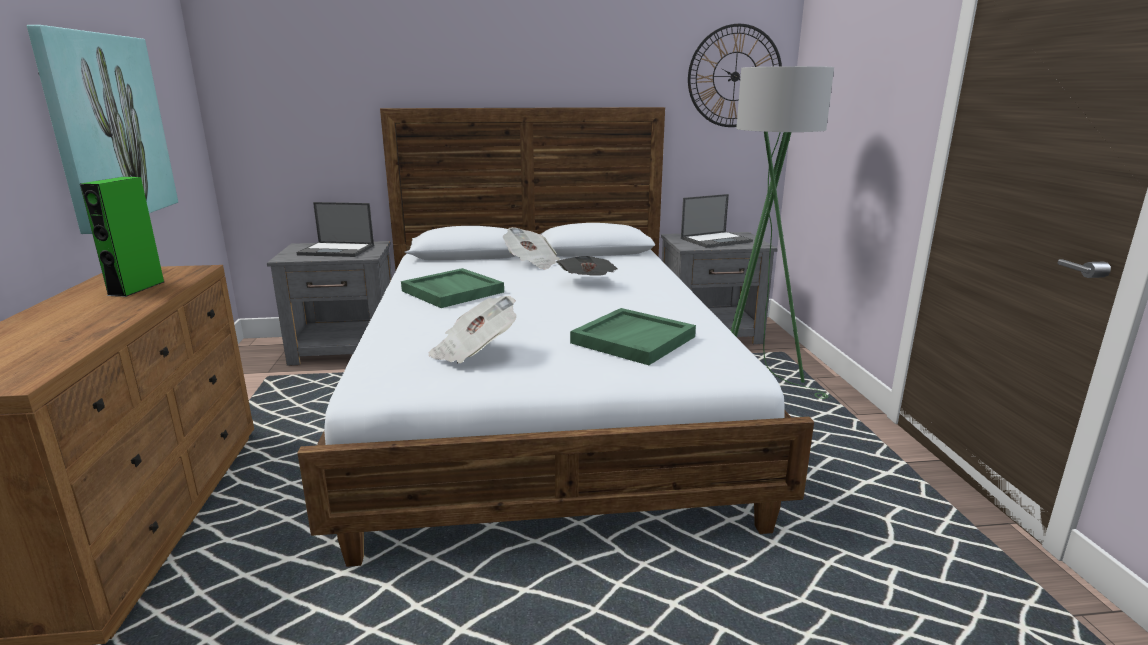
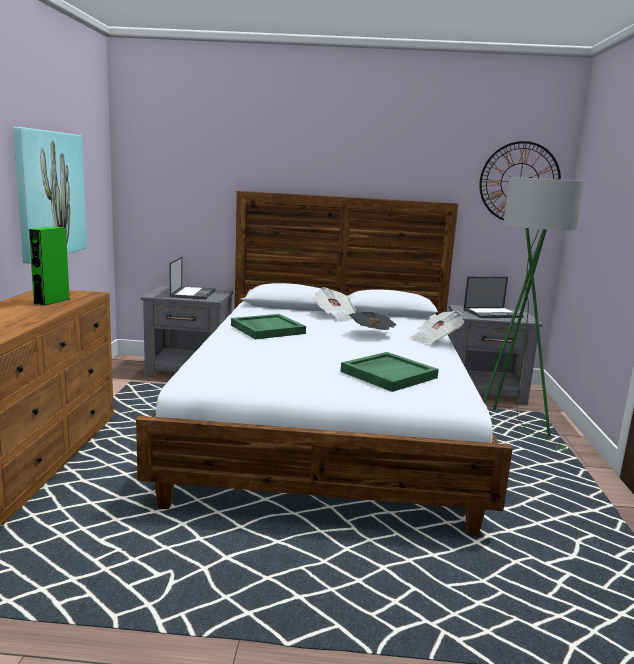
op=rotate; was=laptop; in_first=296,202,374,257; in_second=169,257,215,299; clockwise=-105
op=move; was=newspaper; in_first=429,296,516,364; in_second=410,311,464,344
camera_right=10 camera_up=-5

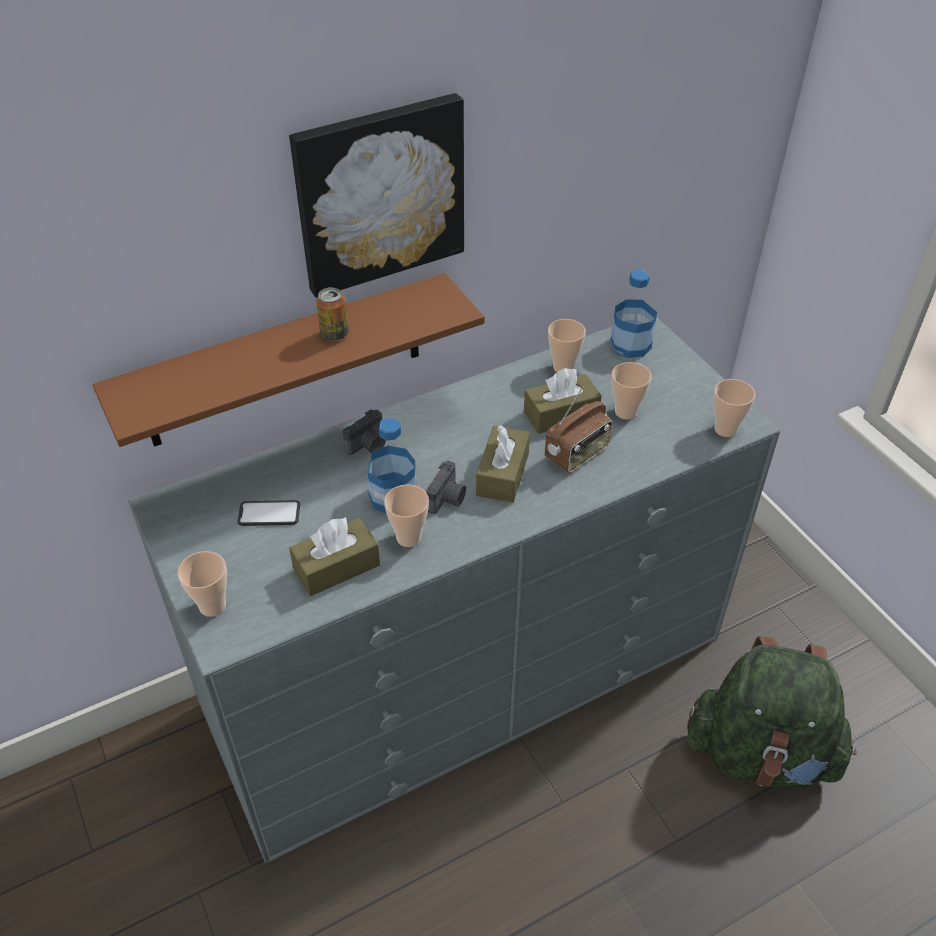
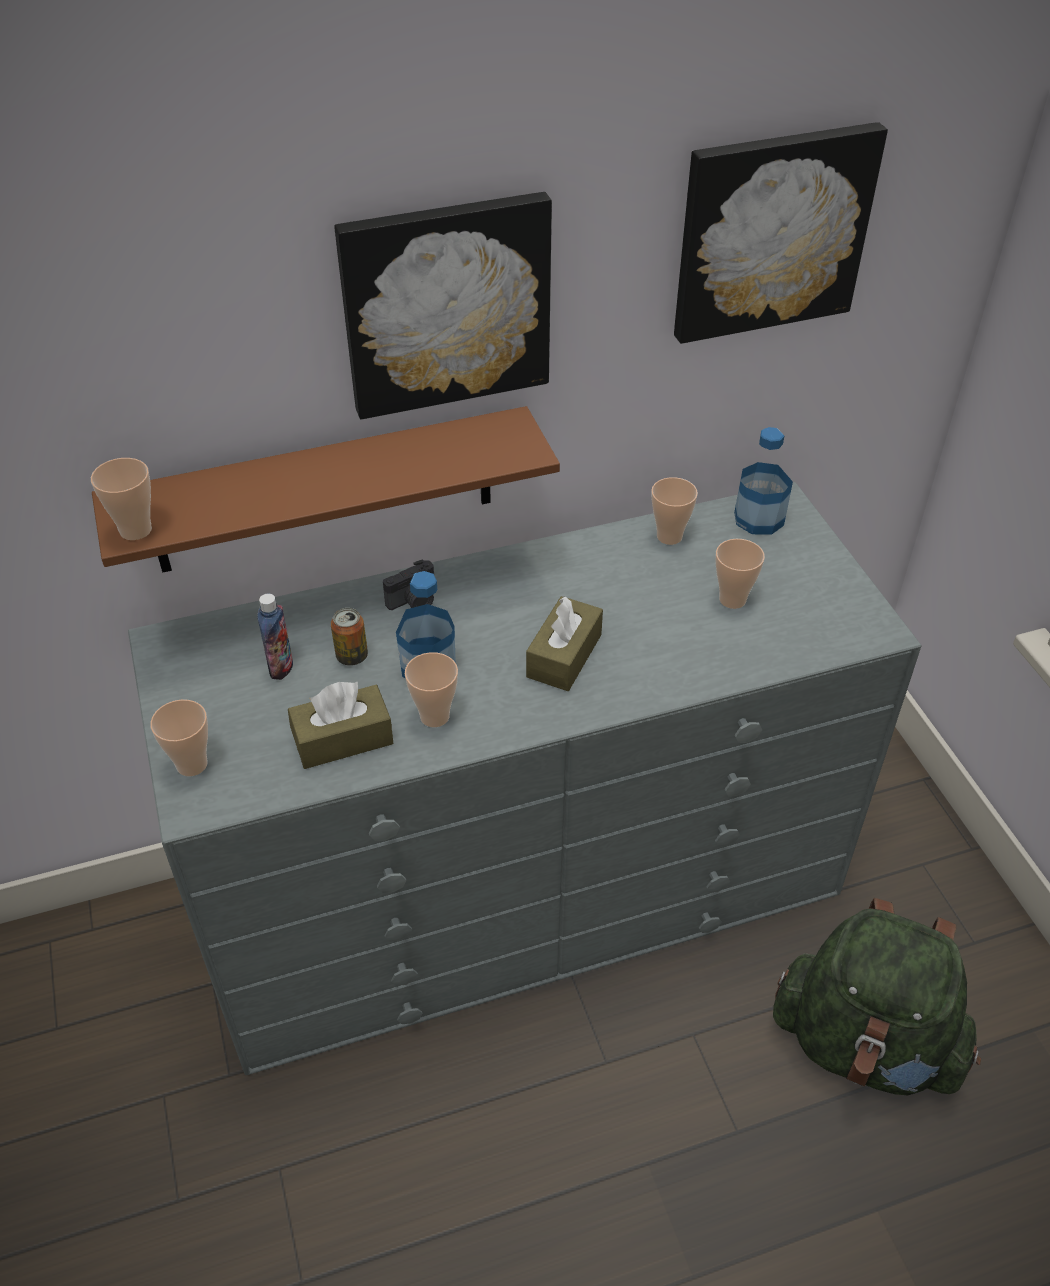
op=replace; was=phone; now=bottle; in_first=237,500,300,526; in_second=257,594,293,680
op=move; was=can; in_first=316,287,349,341; in_second=331,608,368,666
op=delete; was=photo camera; in_first=426,461,466,514
op=delete; was=tissue box (brown); in_first=524,368,602,434
op=delete; was=radio; in_first=545,386,613,473
op=move; was=cup; in_first=714,379,755,437; in_second=91,458,152,540
op=insert; now=picture; in_second=674,122,888,344
camera_right=10 camera_up=0

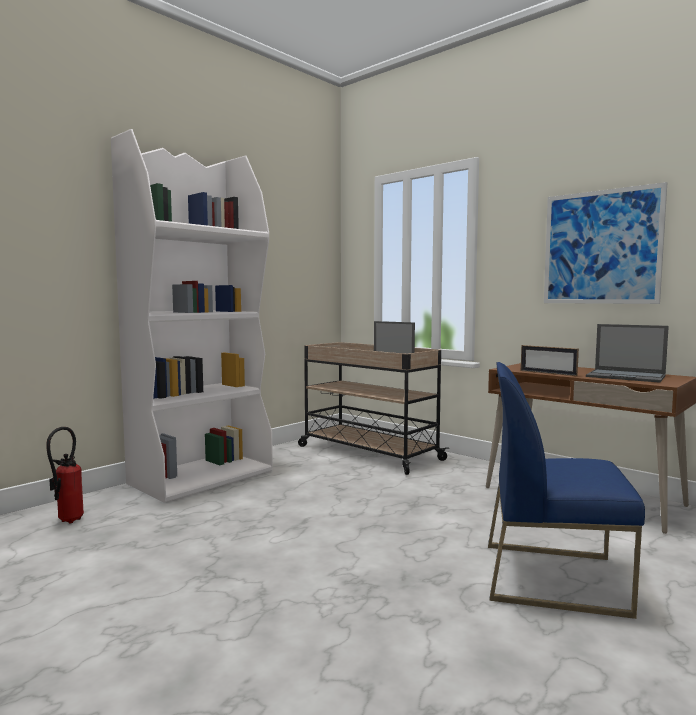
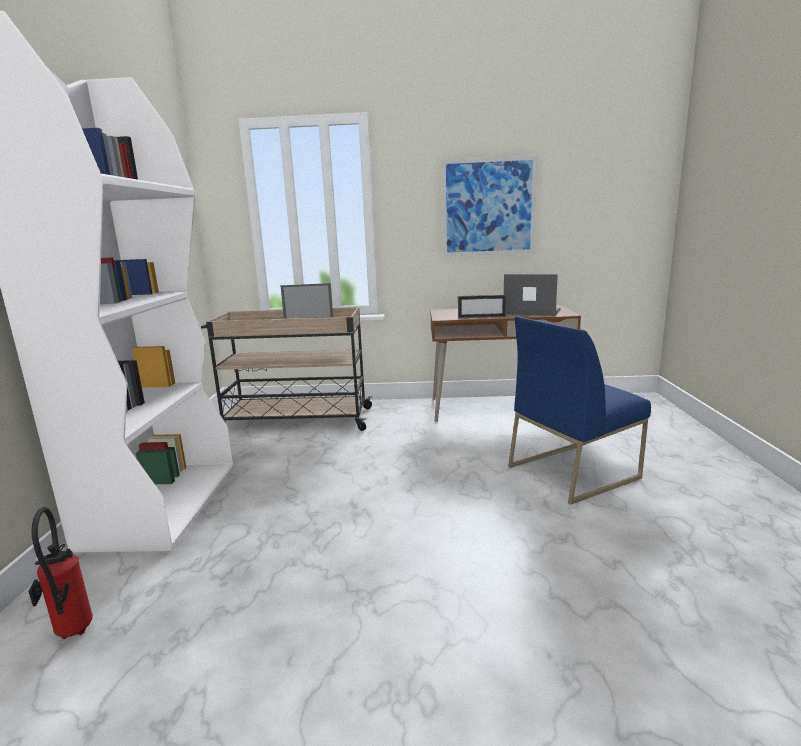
op=rotate; was=laptop; in_first=586,324,669,383; in_second=504,274,560,316; clockwise=-150
camera_right=-40 camera_up=10

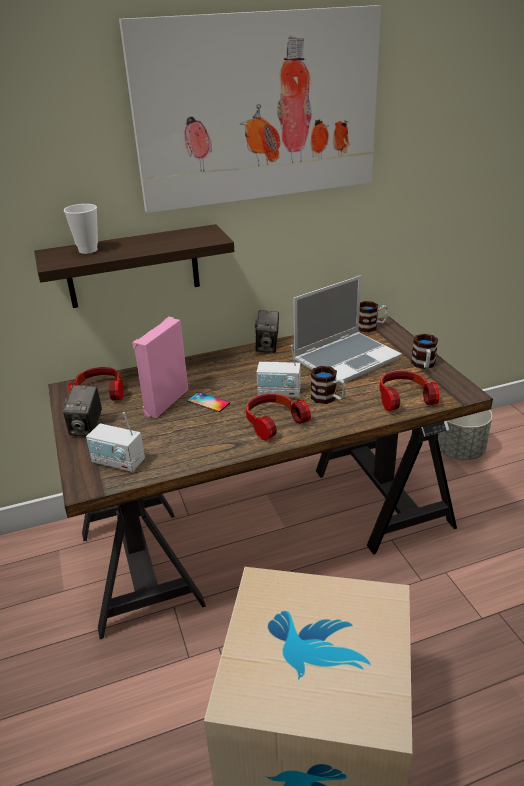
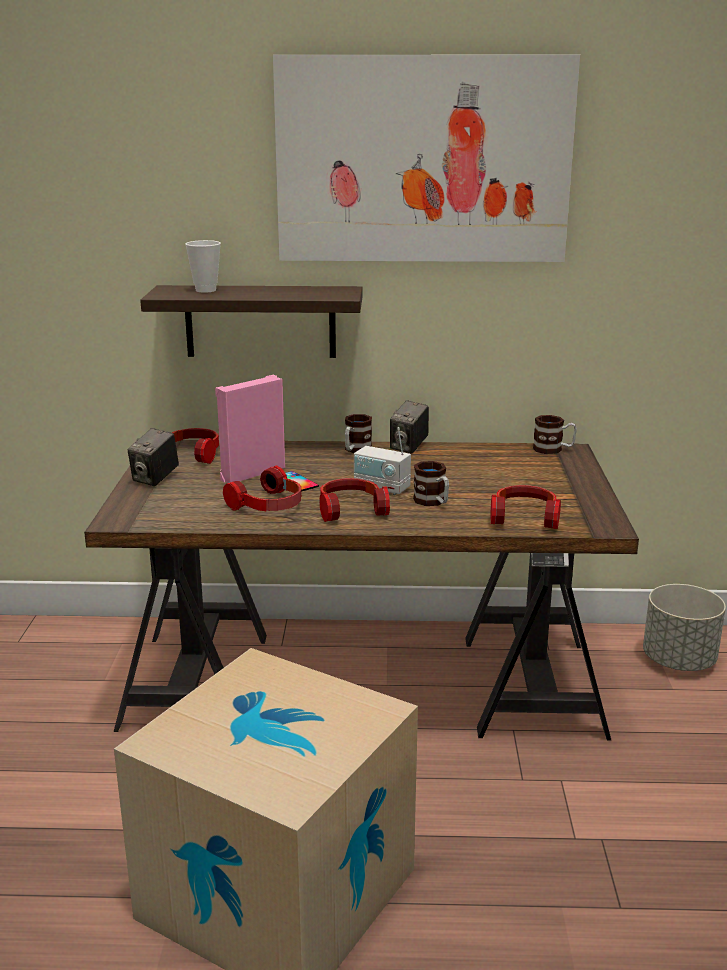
op=delete; was=radio; in_first=86,412,145,472
op=delete; was=laptop; in_first=294,275,402,386
op=move; was=mug; in_first=411,334,438,369; in_second=345,414,372,453
op=insert; now=headphones; in_second=223,465,301,511
camera_right=20 camera_up=-10

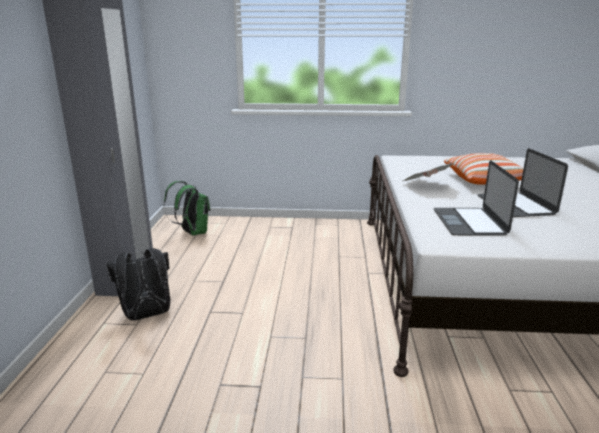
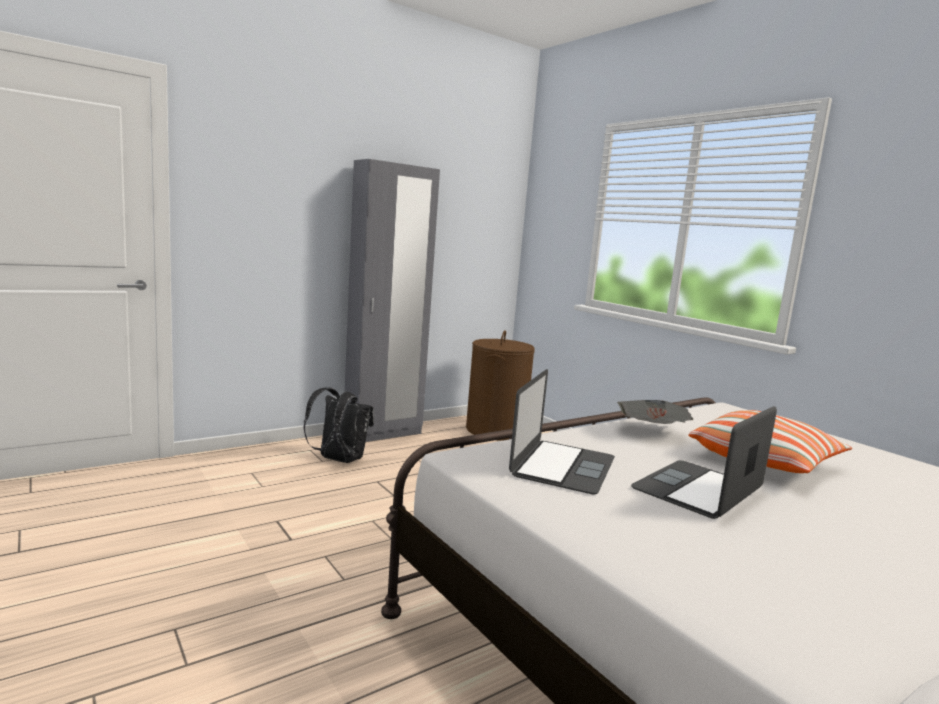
op=replace; was=backpack (green); now=laundry basket (brown); in_first=164,181,211,236; in_second=466,330,535,441
op=rotate; was=laptop; in_first=433,160,519,236; in_second=509,369,615,495; clockwise=150
camera_right=50 camera_up=-10

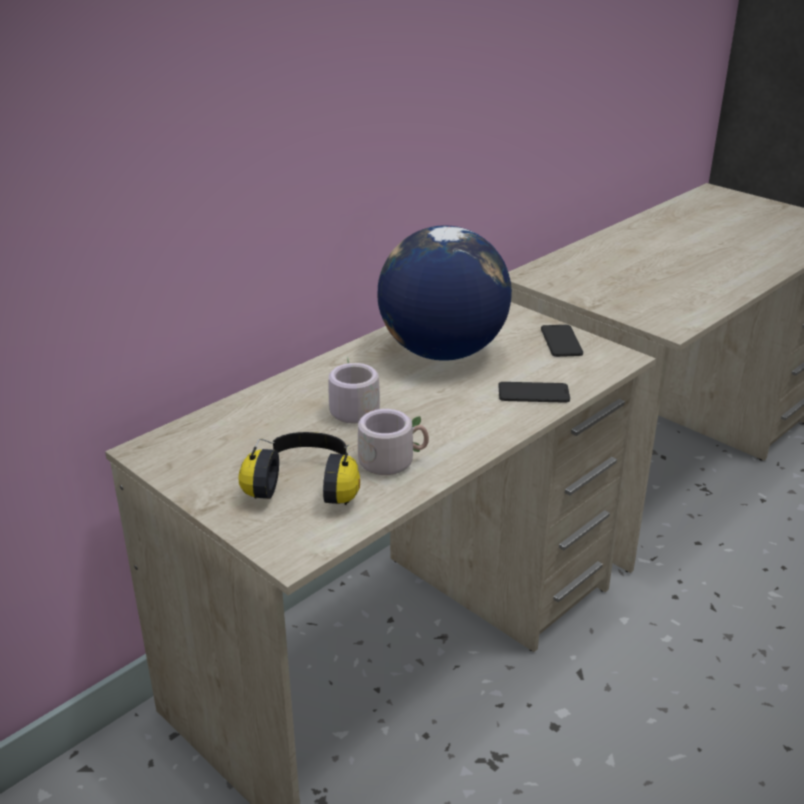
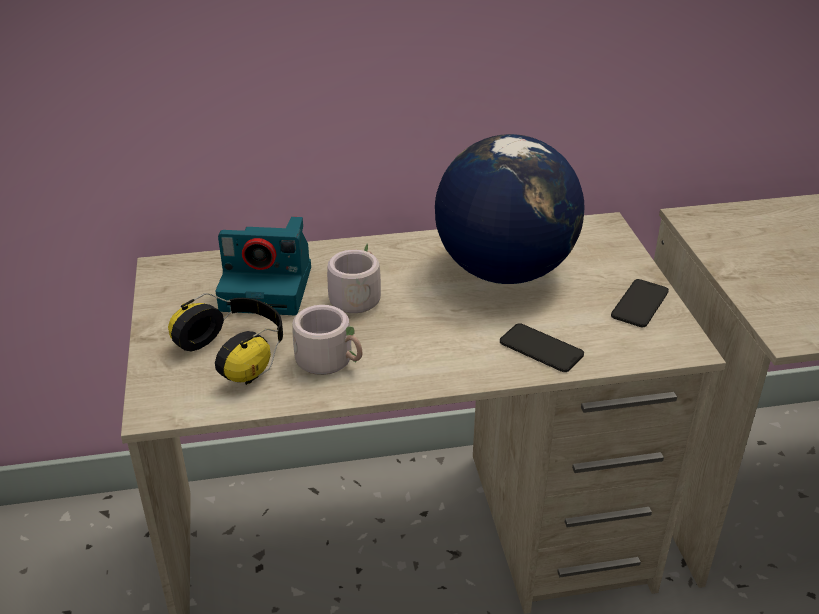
op=insert; now=photo camera; in_second=215,217,311,315
camera_right=35 camera_up=5

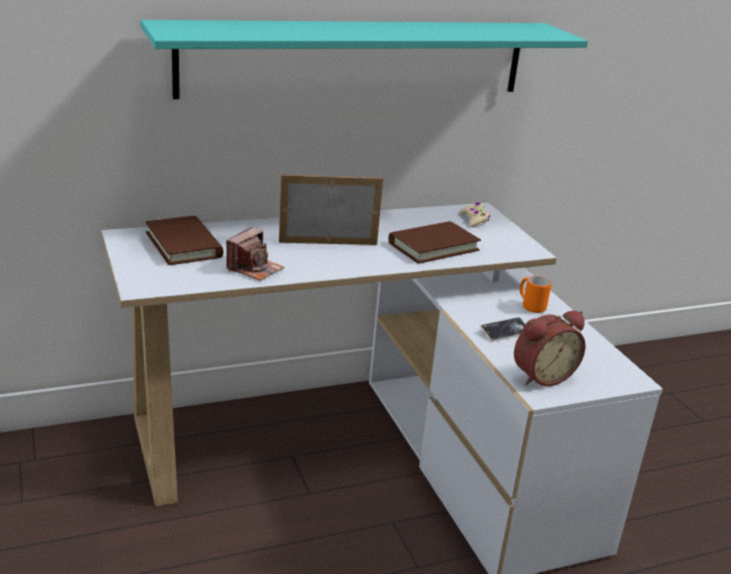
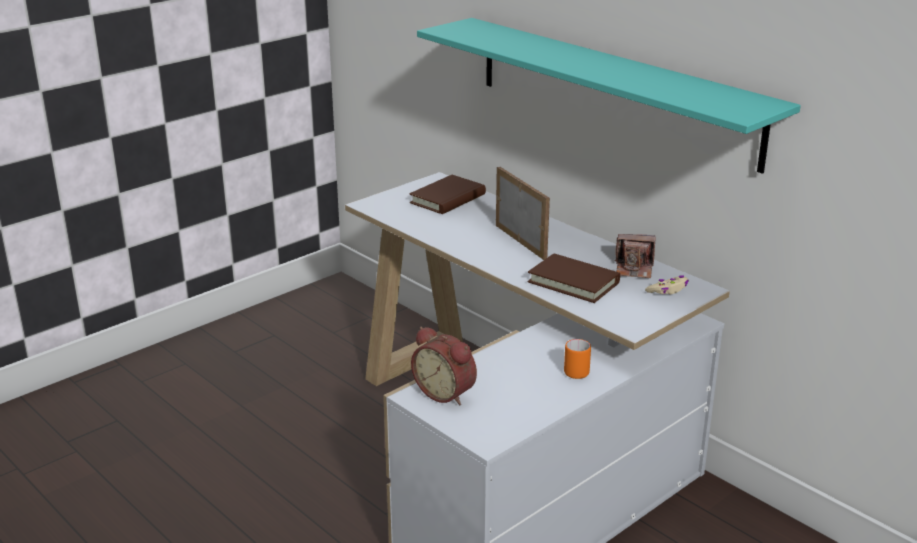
op=move; was=photo camera; in_first=226,227,284,281; in_second=615,234,656,278
op=delete; was=phone; in_first=480,317,525,342
camera_right=70 camera_up=0

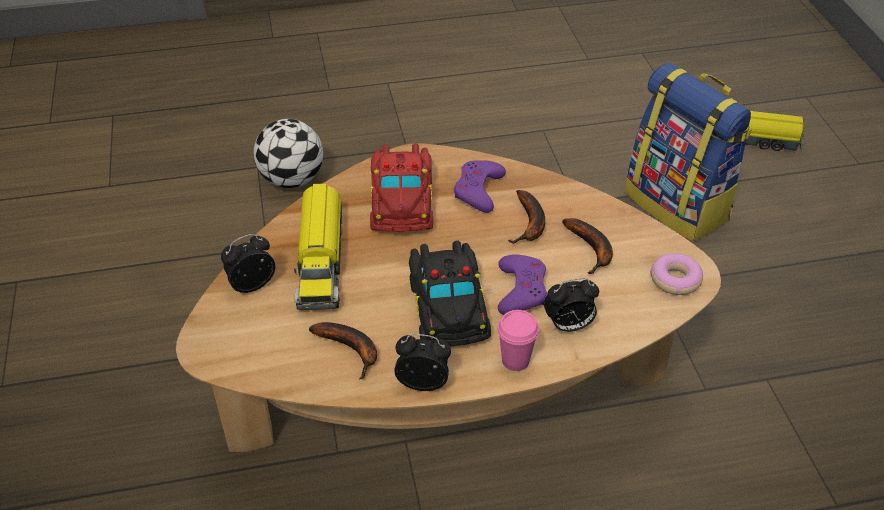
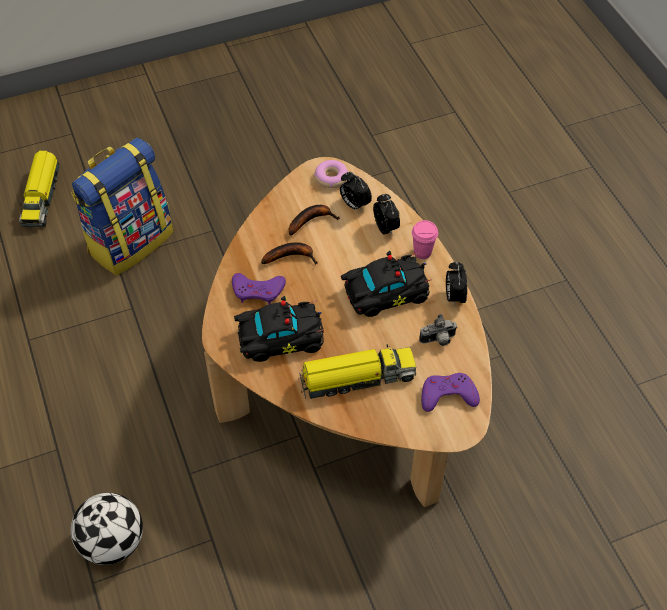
op=move; was=alarm clock; in_first=221,234,275,293; in_second=340,172,372,212
op=replace; was=banana; now=photo camera; in_first=309,322,377,379; in_second=419,314,457,346
op=recolor; was=toy car (red); now=toy car (black); in_first=370,143,433,232; in_second=234,296,324,362
op=move; was=game controller (purple); in_first=498,254,547,315; in_second=421,373,480,412
camera_right=-100 camera_up=10

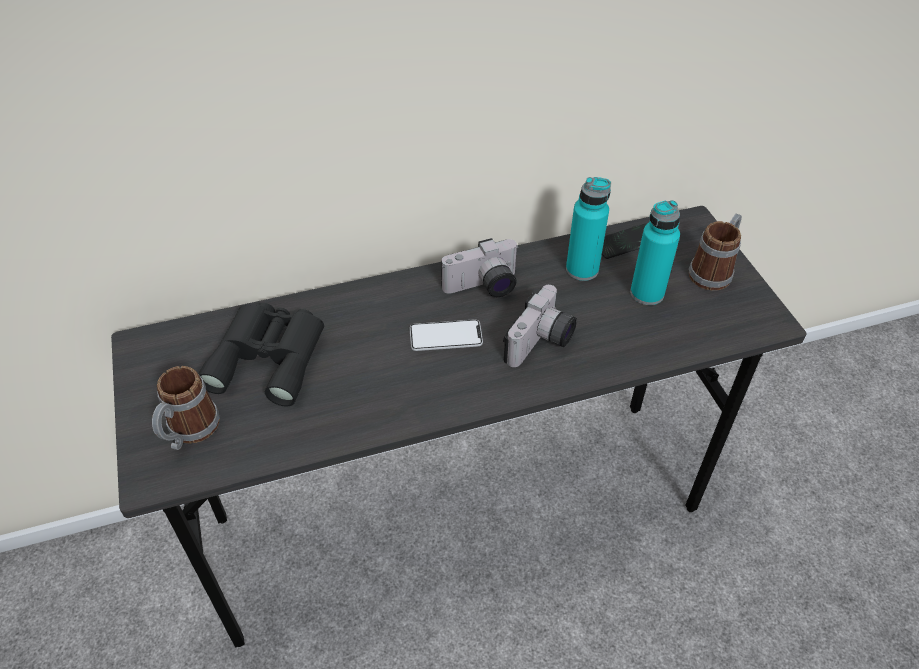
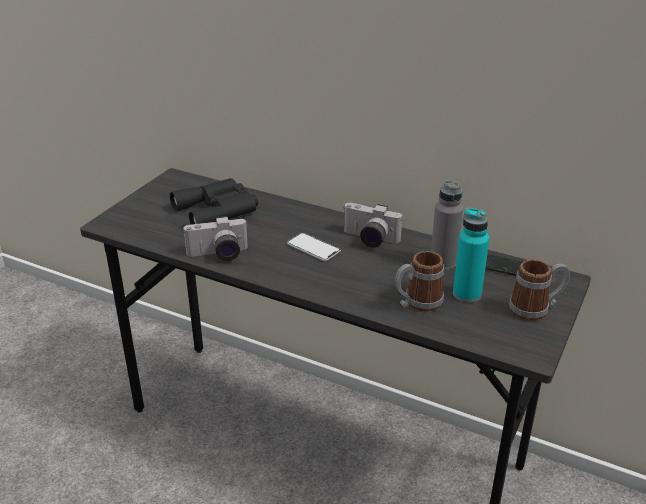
op=move; was=mug; in_first=152,366,220,450; in_second=395,251,444,312
op=move; was=photo camera; in_first=503,285,577,367; in_second=183,216,248,261
op=recolor; was=bottle (turquoise); now=bottle (grey); in_first=566,177,611,281; in_second=431,180,463,270
camera_right=45 camera_up=-15

